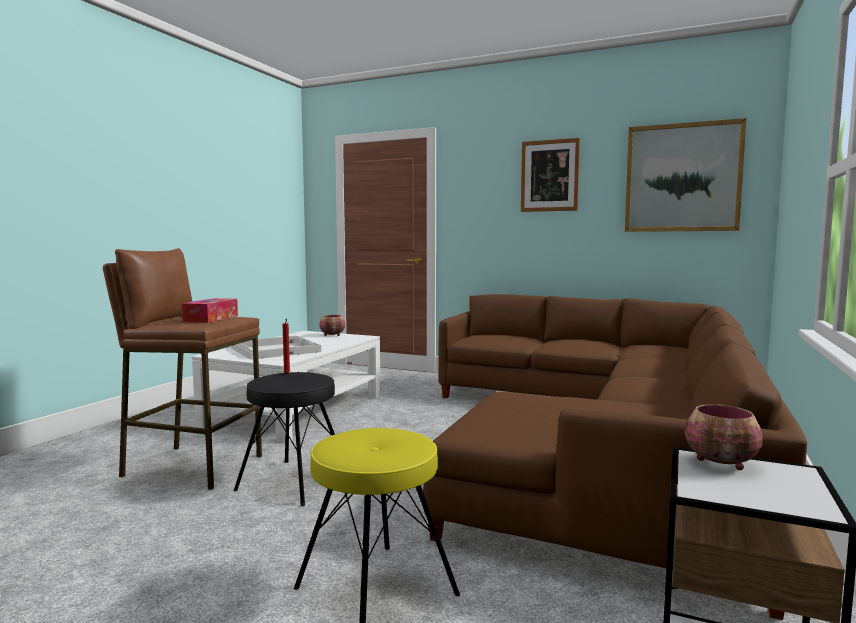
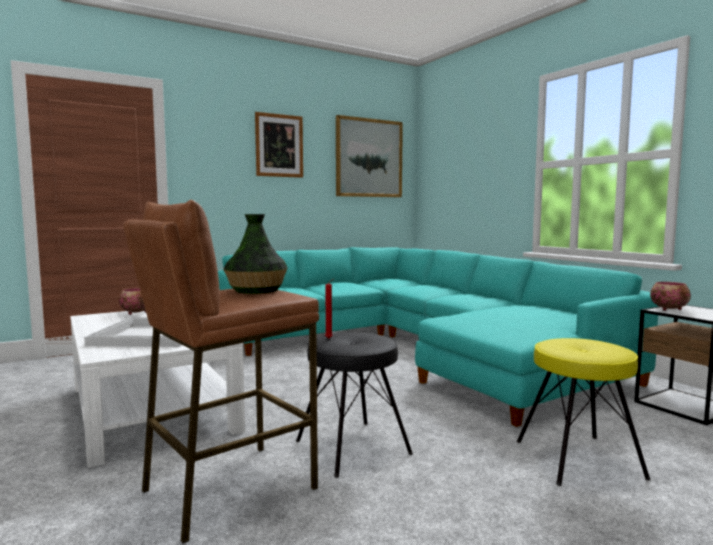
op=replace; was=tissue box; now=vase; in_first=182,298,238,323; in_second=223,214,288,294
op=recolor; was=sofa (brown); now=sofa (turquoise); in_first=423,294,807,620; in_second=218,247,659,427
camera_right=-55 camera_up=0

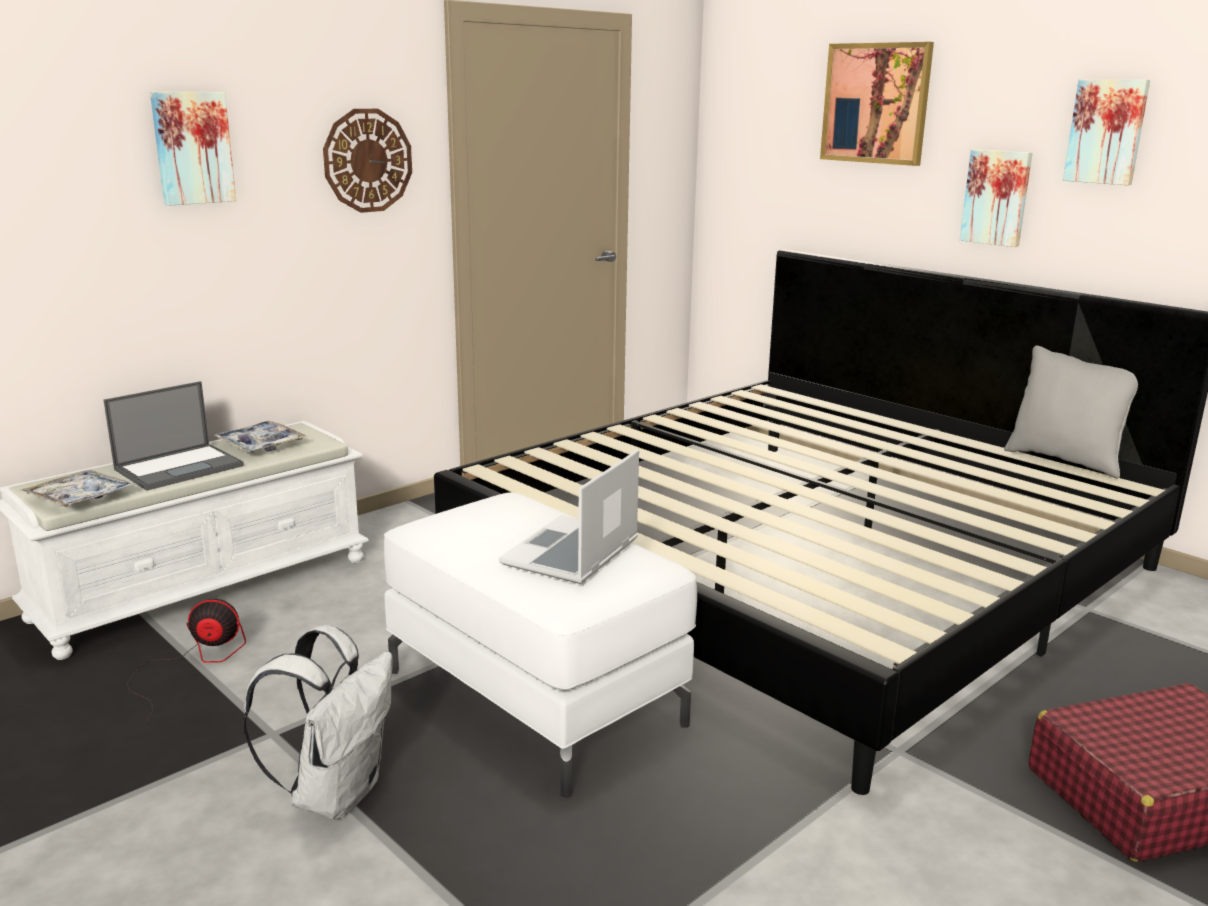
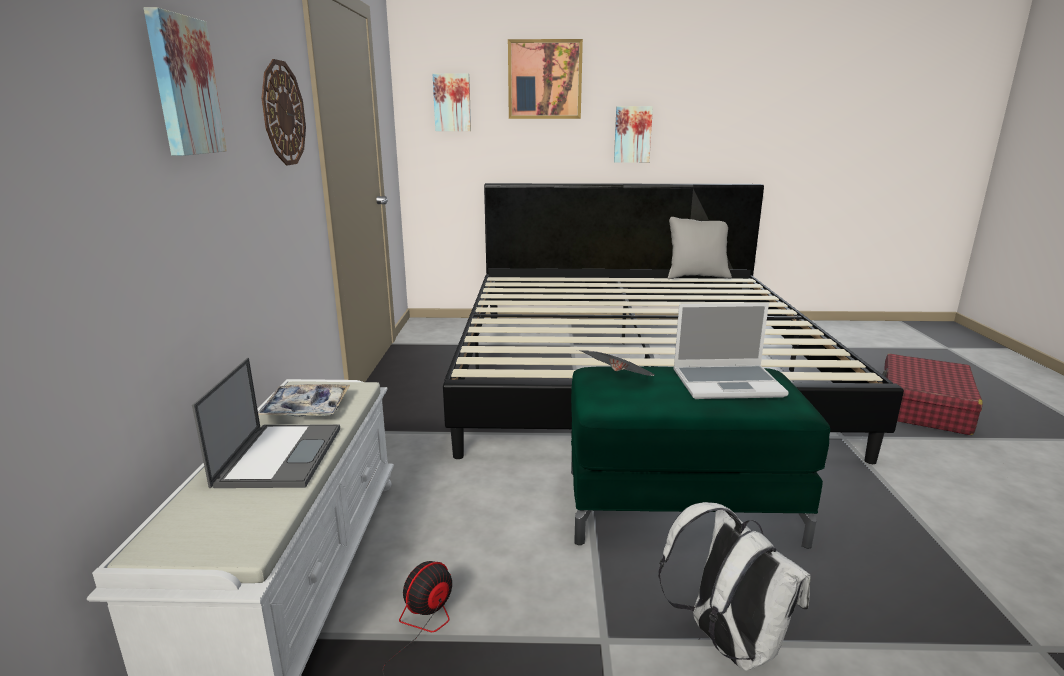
op=delete; was=tray; in_first=21,470,136,508
op=recolor; was=ottoman (white); now=ottoman (green); in_first=384,492,697,797; in_second=571,366,830,548
op=rotate; was=laptop; in_first=499,450,639,584; in_second=673,303,788,399; clockwise=-75
op=move; was=picture; in_first=1063,79,1150,185; in_second=433,73,471,131
op=insert; now=newspaper; in_second=578,350,654,376
camera_right=-45 camera_up=0

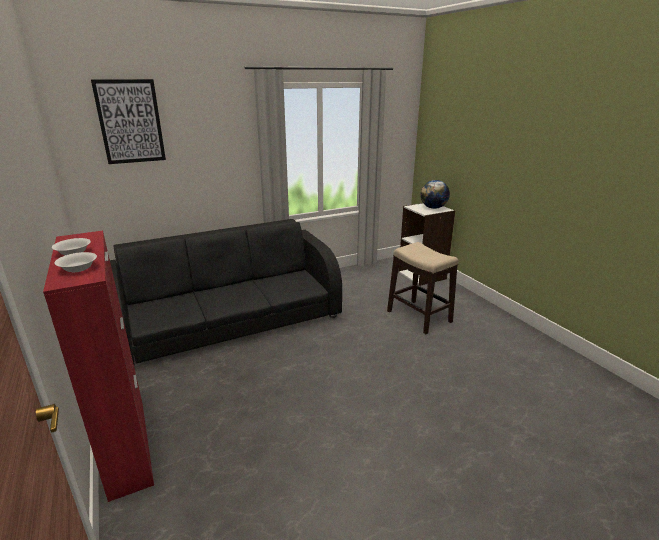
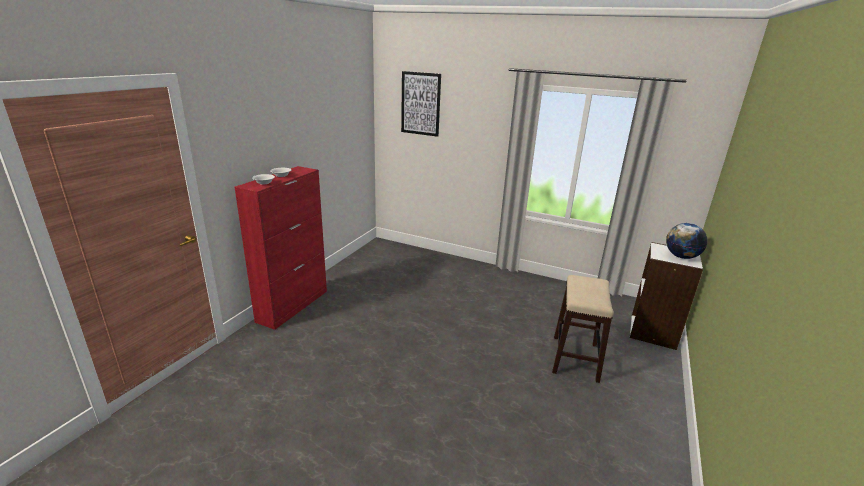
op=delete; was=sofa (black); in_first=110,219,342,365
camera_right=50 camera_up=0

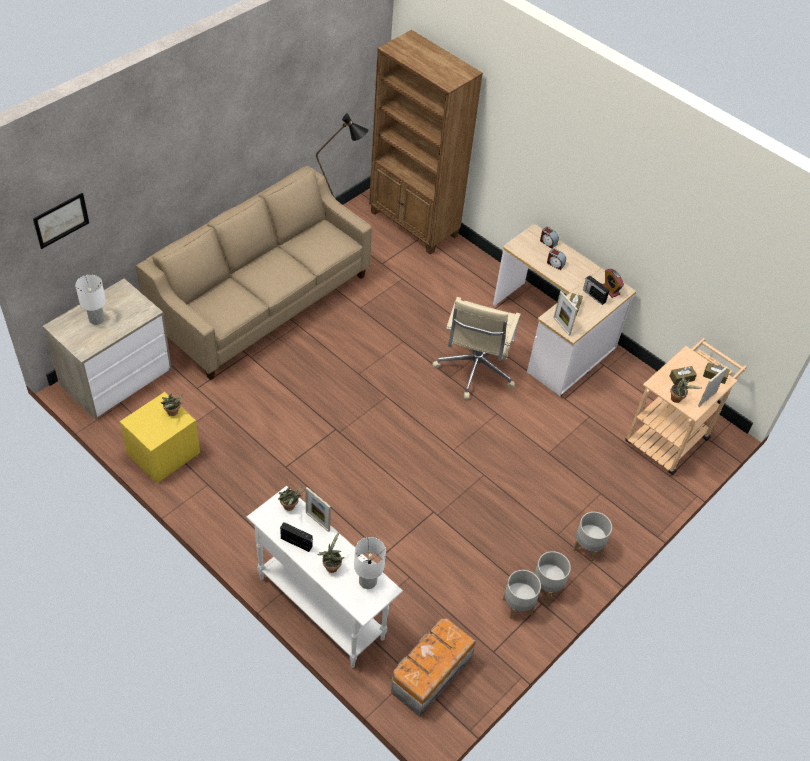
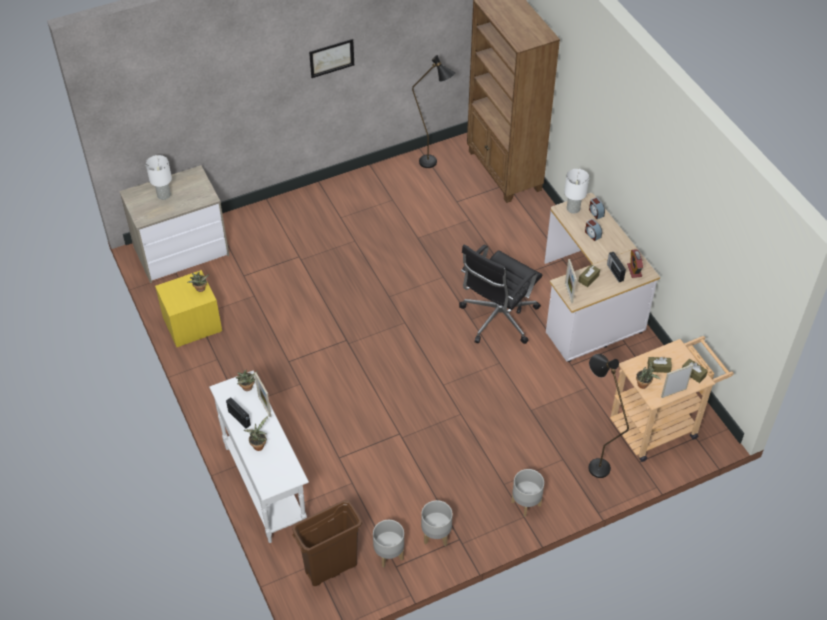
op=move; was=picture; in_first=33,193,89,249; in_second=309,39,354,78
op=delete; was=sofa (beige); in_first=135,166,372,380
op=move; was=table lamp (white); in_first=354,537,386,589; in_second=564,169,589,214
op=replace; was=storage box; now=trash can (brown); in_first=391,618,476,717; in_second=292,500,362,586
op=recolor; was=office chair (beige); now=office chair (black); in_first=432,297,521,399; in_second=459,244,542,344
op=move; was=planter (grey); in_first=534,551,571,602; in_second=373,520,404,567
op=insert; now=floor lamp (black); in_second=588,354,629,478
camera_right=25 camera_up=0

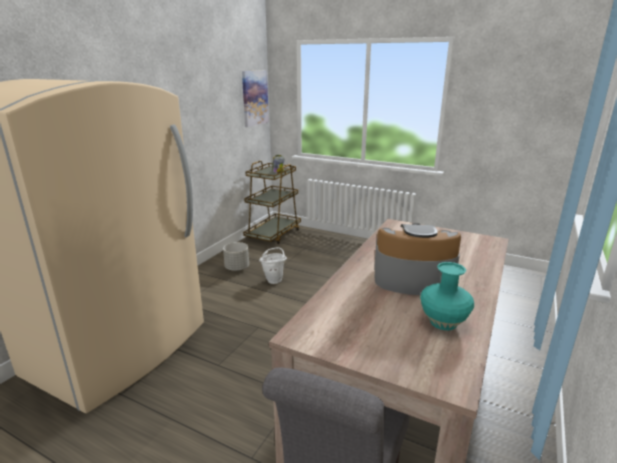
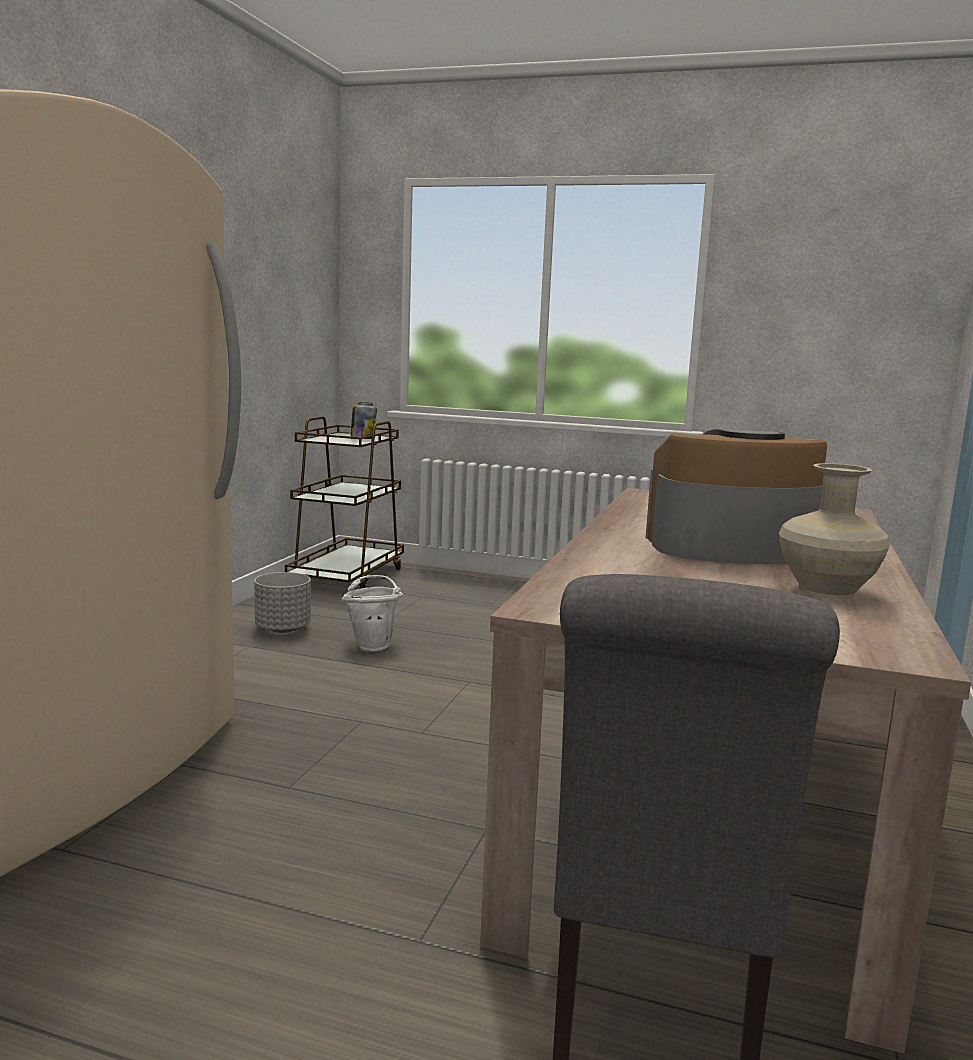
op=delete; was=picture; in_first=242,70,269,127
op=recolor; was=vase (turquoise); now=vase (beige); in_first=420,262,474,330; in_second=779,463,890,599
camera_right=-10 camera_up=-10

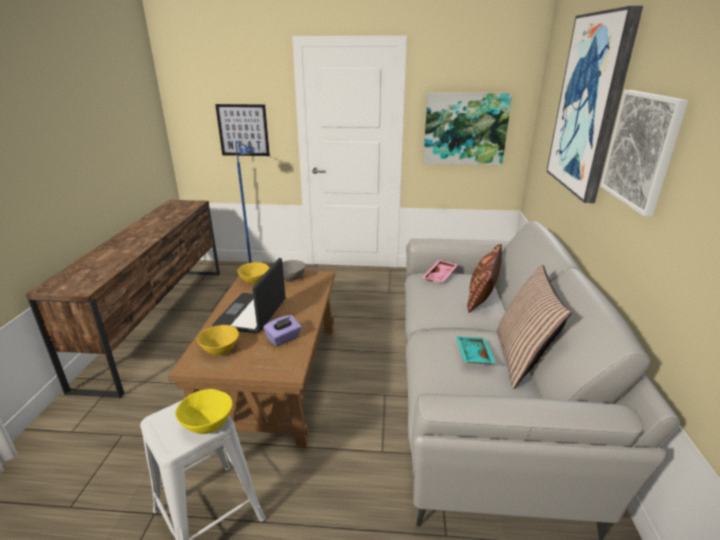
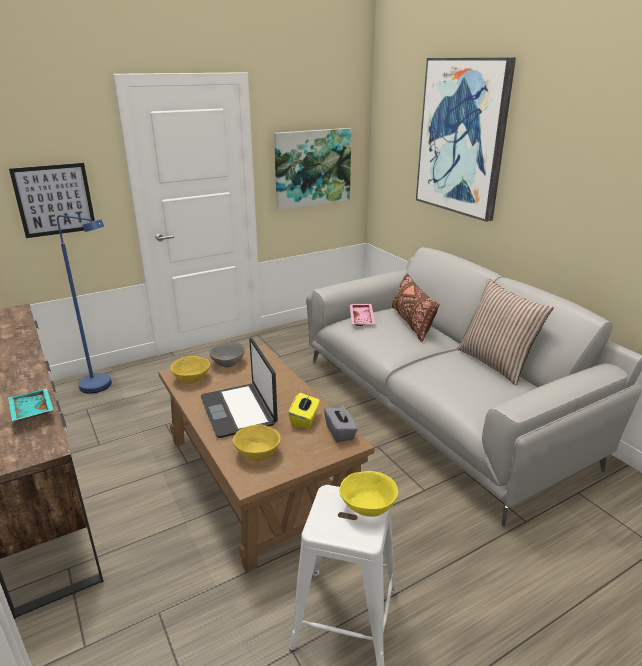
op=recolor; was=tissue box (purple); now=tissue box (yellow); in_first=263,315,302,347; in_second=288,393,320,429
op=move; was=tray (turquoise); in_first=456,336,496,364; in_second=8,388,54,421
op=delete; was=picture; in_first=600,90,688,217
op=insert; now=tissue box (grey); in_second=324,404,358,443
camera_right=-35 camera_up=0

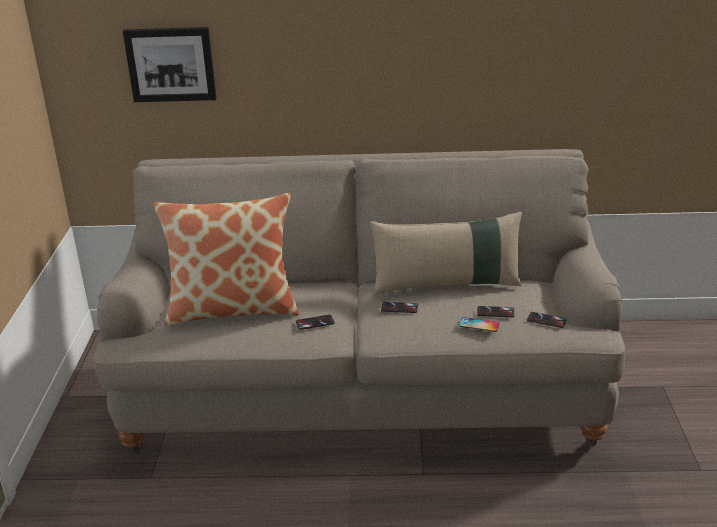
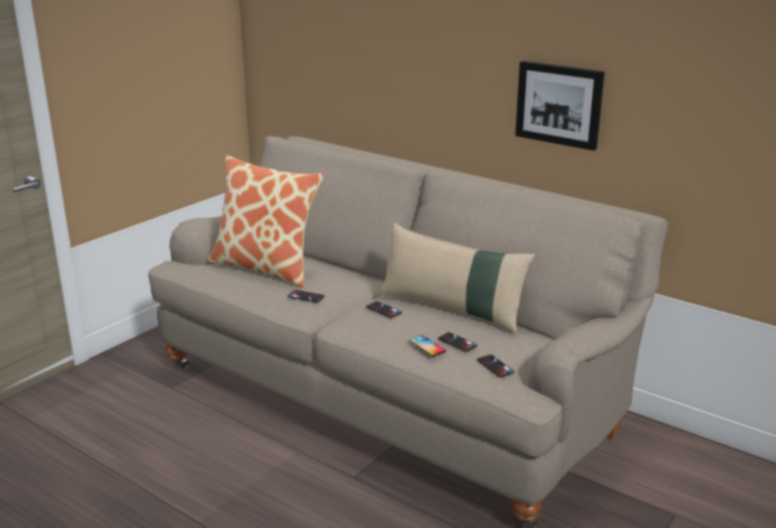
op=move; was=picture; in_first=123,27,217,102; in_second=515,61,604,151
camera_right=35 camera_up=-5

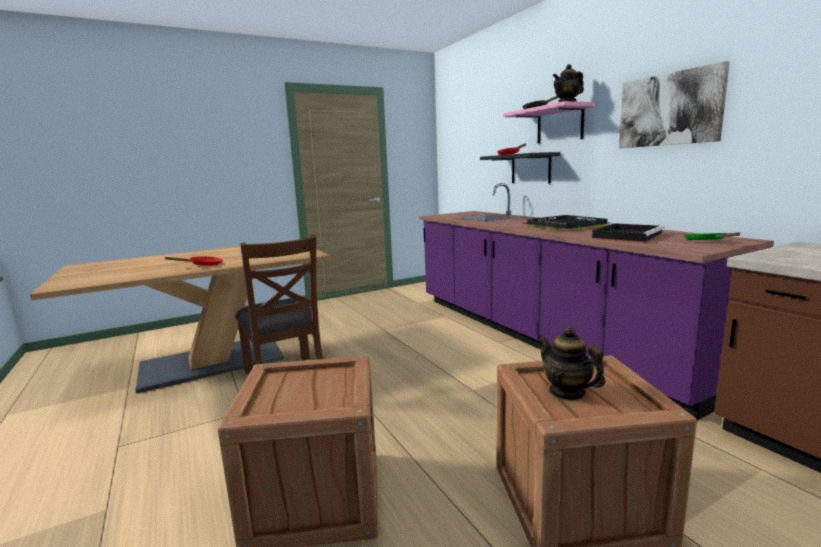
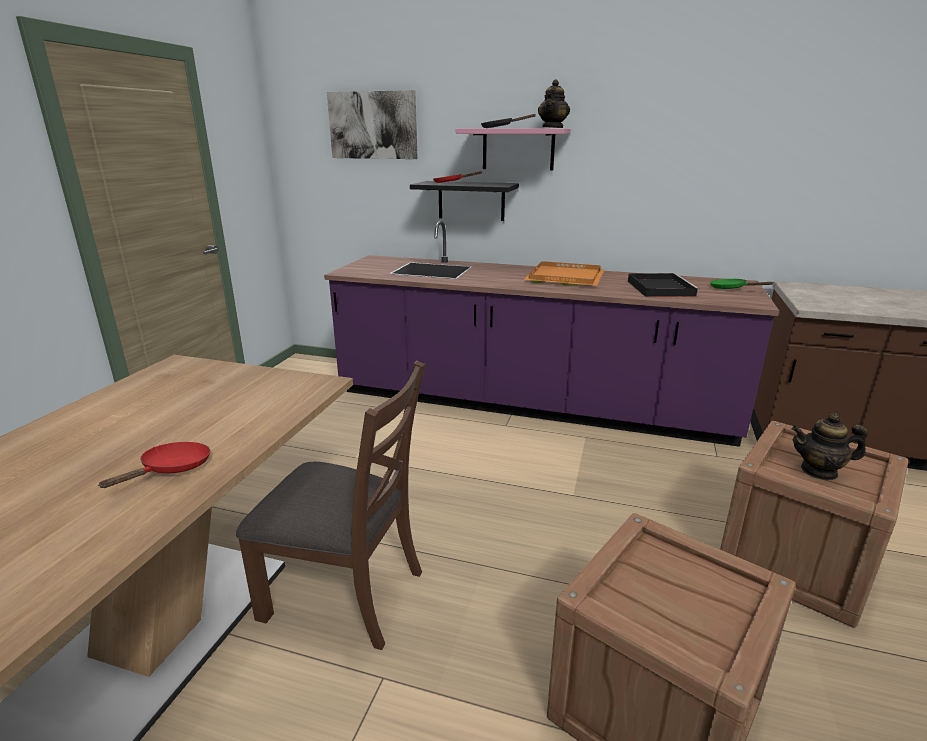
op=recolor; was=tray (black); now=tray (orange); in_first=524,215,610,230; in_second=523,261,605,286
op=move; was=picture; in_first=619,61,730,148; in_second=327,90,417,159
camera_right=-45 camera_up=10

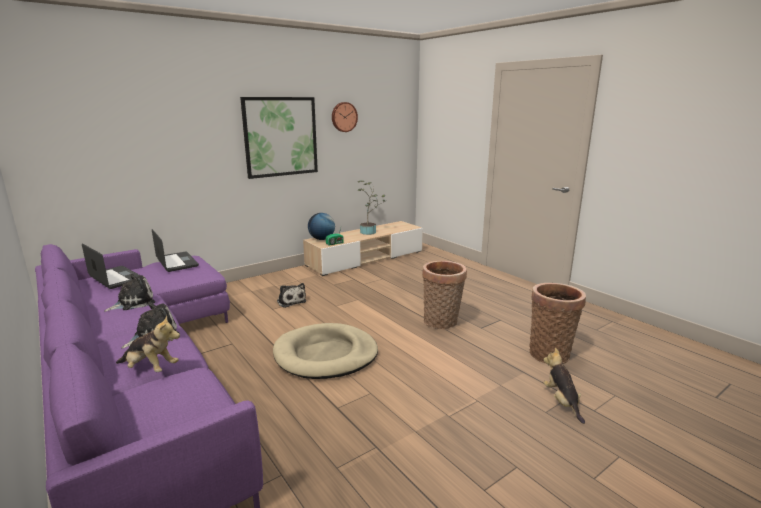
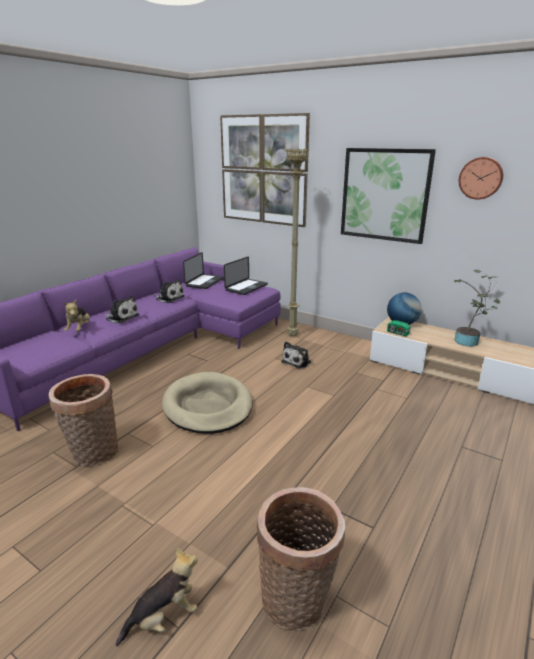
op=move; was=basket; in_first=422,260,467,329; in_second=48,374,118,466
op=insert; now=picture; in_second=220,113,310,227
op=insert; now=floor lamp (beige); in_second=285,149,310,336
camera_right=70 camera_up=5

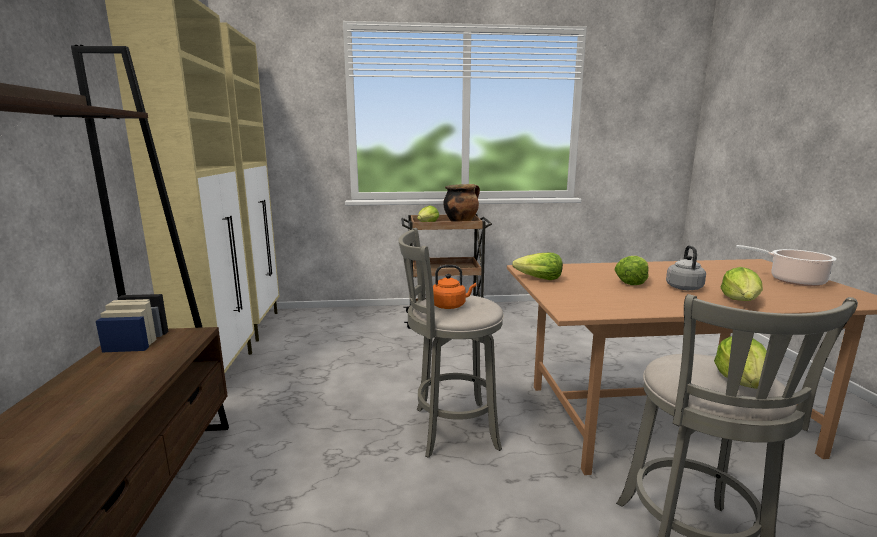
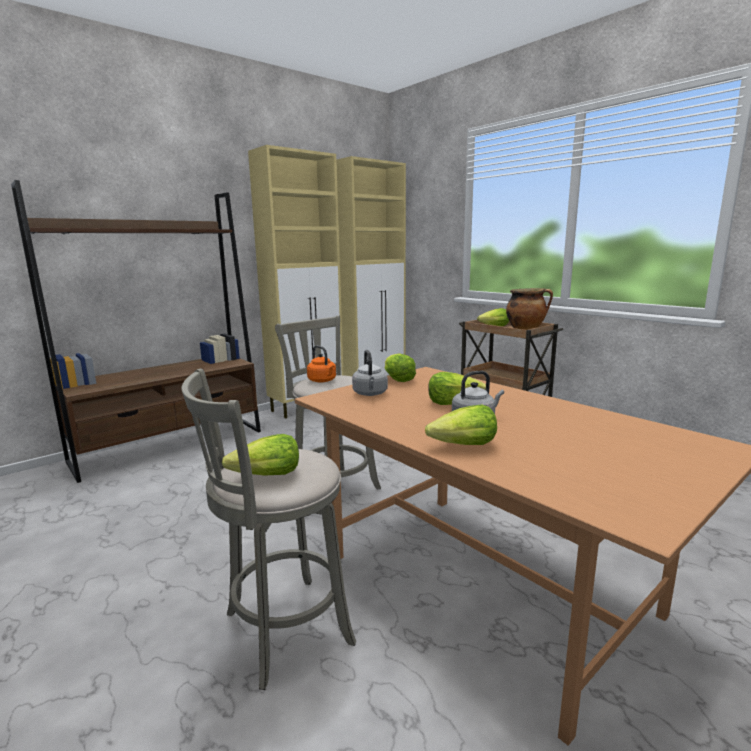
op=delete; was=cooking pot; in_first=736,245,837,286
op=insert; now=kettle (grey); in_second=352,350,388,396
camera_right=55 camera_up=0

